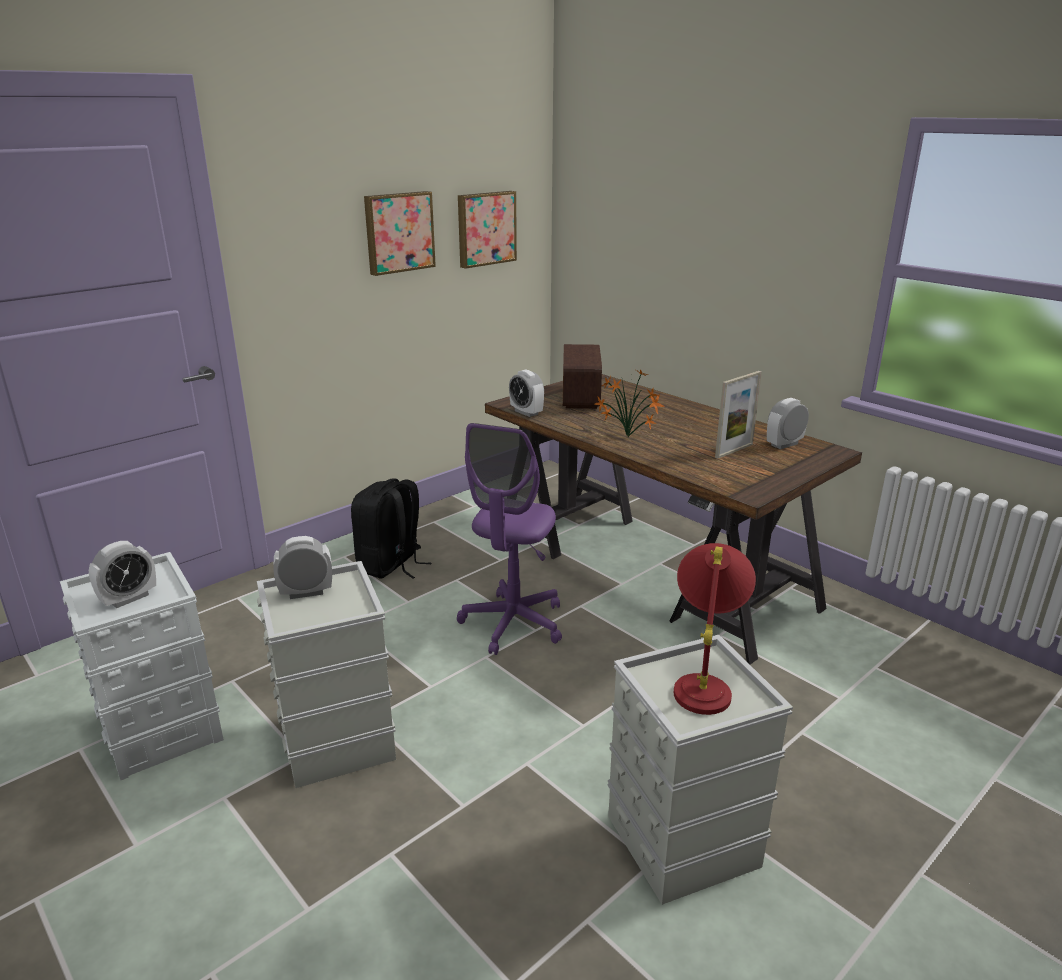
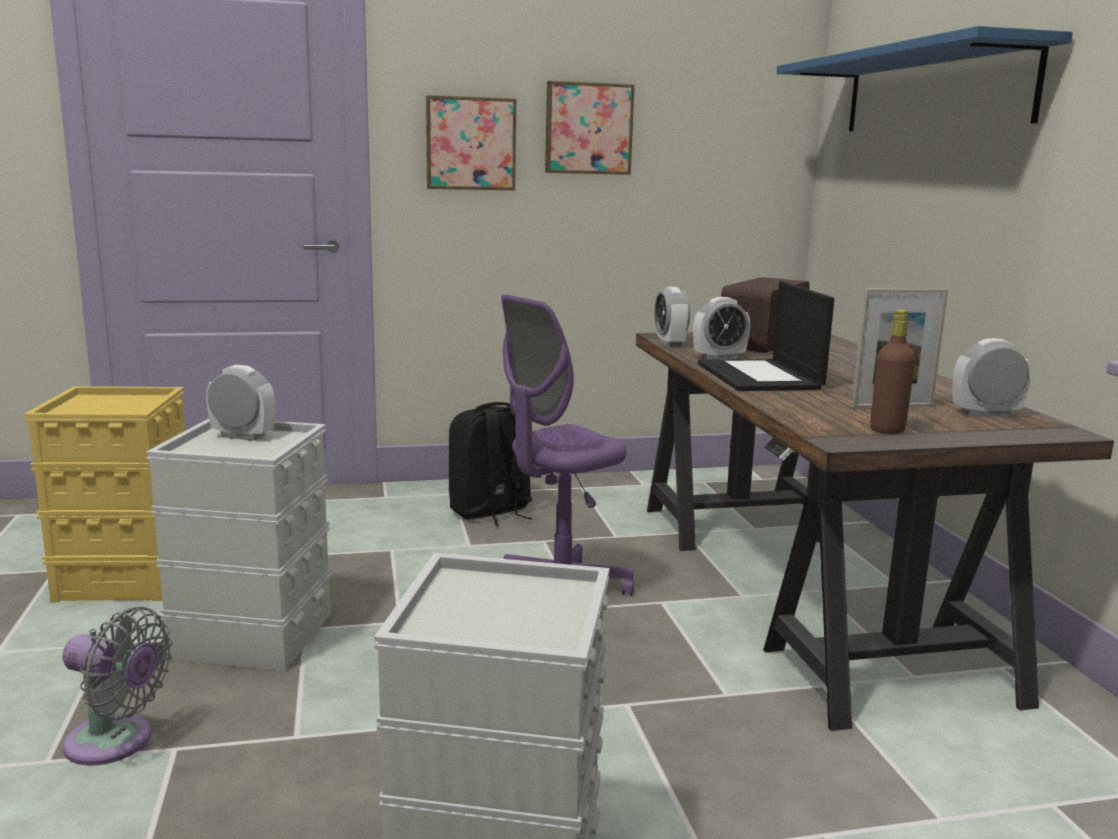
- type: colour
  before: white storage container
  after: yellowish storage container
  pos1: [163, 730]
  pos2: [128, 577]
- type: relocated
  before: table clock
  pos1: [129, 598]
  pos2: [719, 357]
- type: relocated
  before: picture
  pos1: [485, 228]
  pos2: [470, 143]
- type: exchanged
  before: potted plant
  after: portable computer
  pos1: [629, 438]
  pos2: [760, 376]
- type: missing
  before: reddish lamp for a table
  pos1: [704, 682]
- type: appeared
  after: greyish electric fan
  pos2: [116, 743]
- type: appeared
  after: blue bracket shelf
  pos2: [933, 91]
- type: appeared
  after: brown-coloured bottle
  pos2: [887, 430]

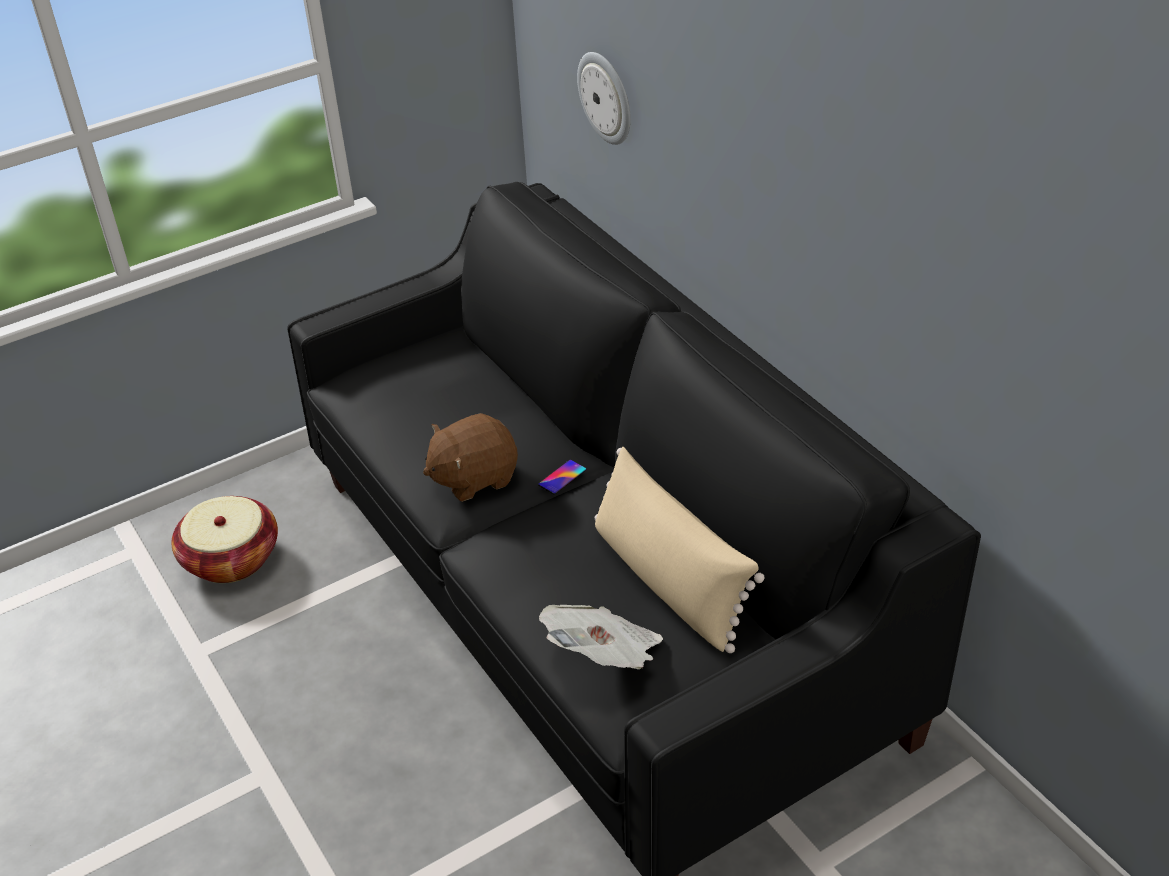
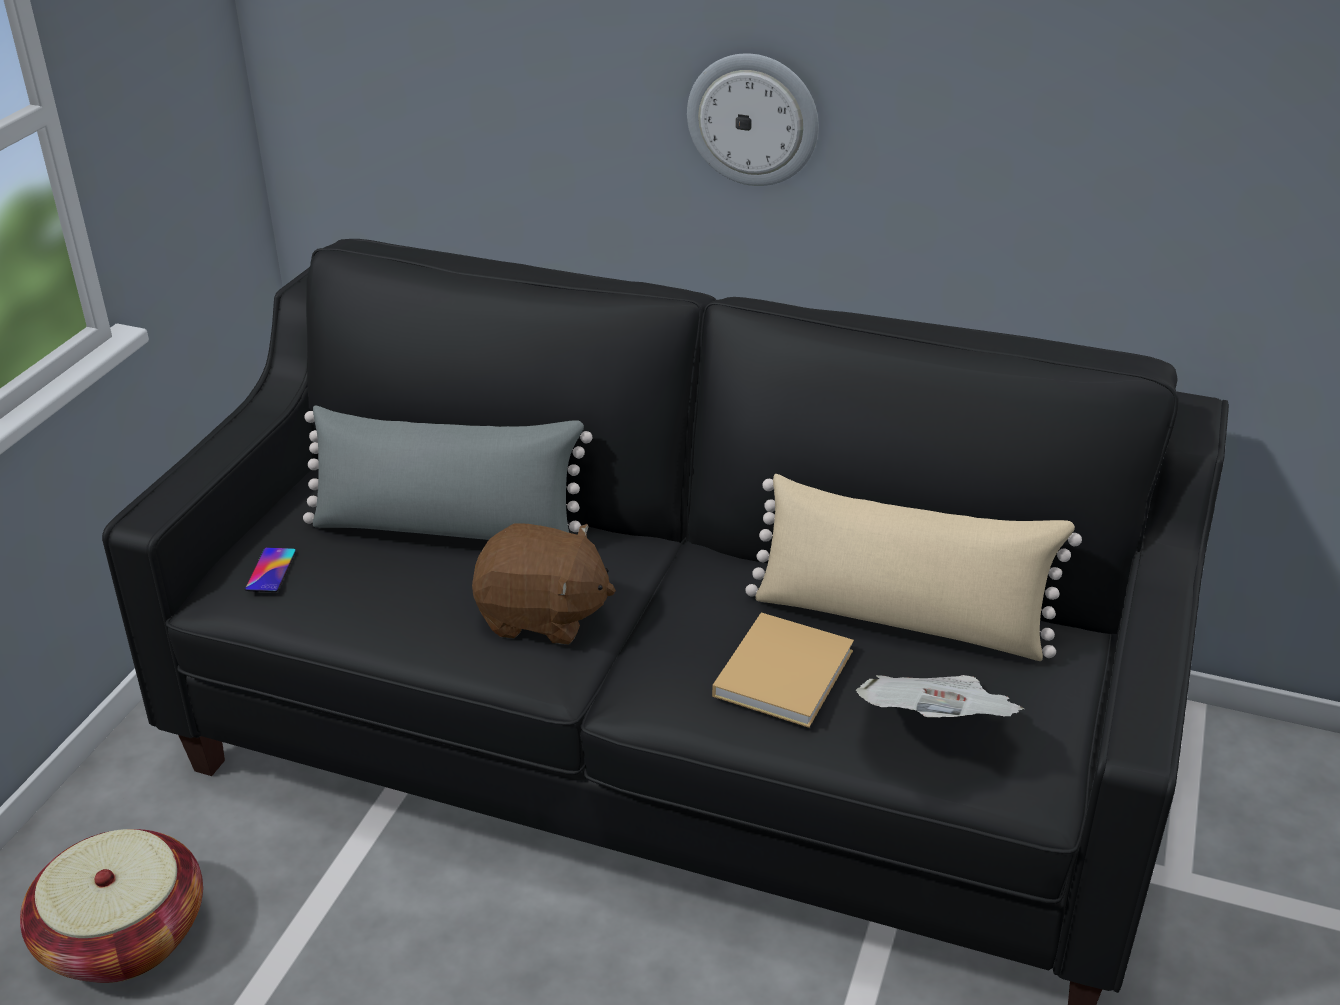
- type: spun
  before: brown-coloured soft toy
  pos1: [473, 477]
  pos2: [542, 616]
  turn: -105
- type: relocated
  before: phone
  pos1: [562, 477]
  pos2: [271, 570]
- type: relocated
  before: hanging clock
  pos1: [606, 97]
  pos2: [753, 119]
- type: appeared
  after: greyish throw pillow
  pos2: [447, 530]
- type: appeared
  after: beige volume
  pos2: [785, 670]

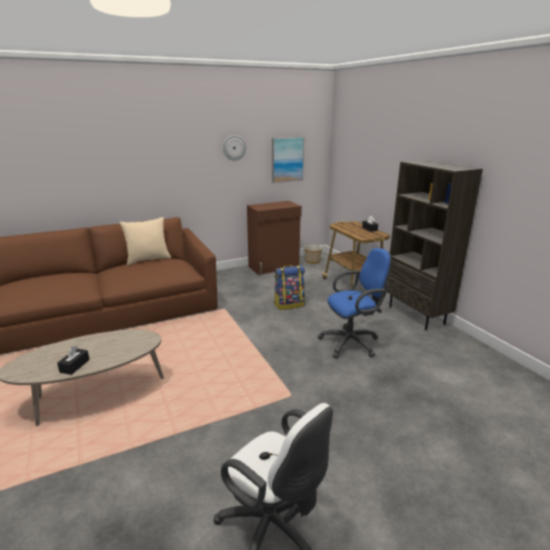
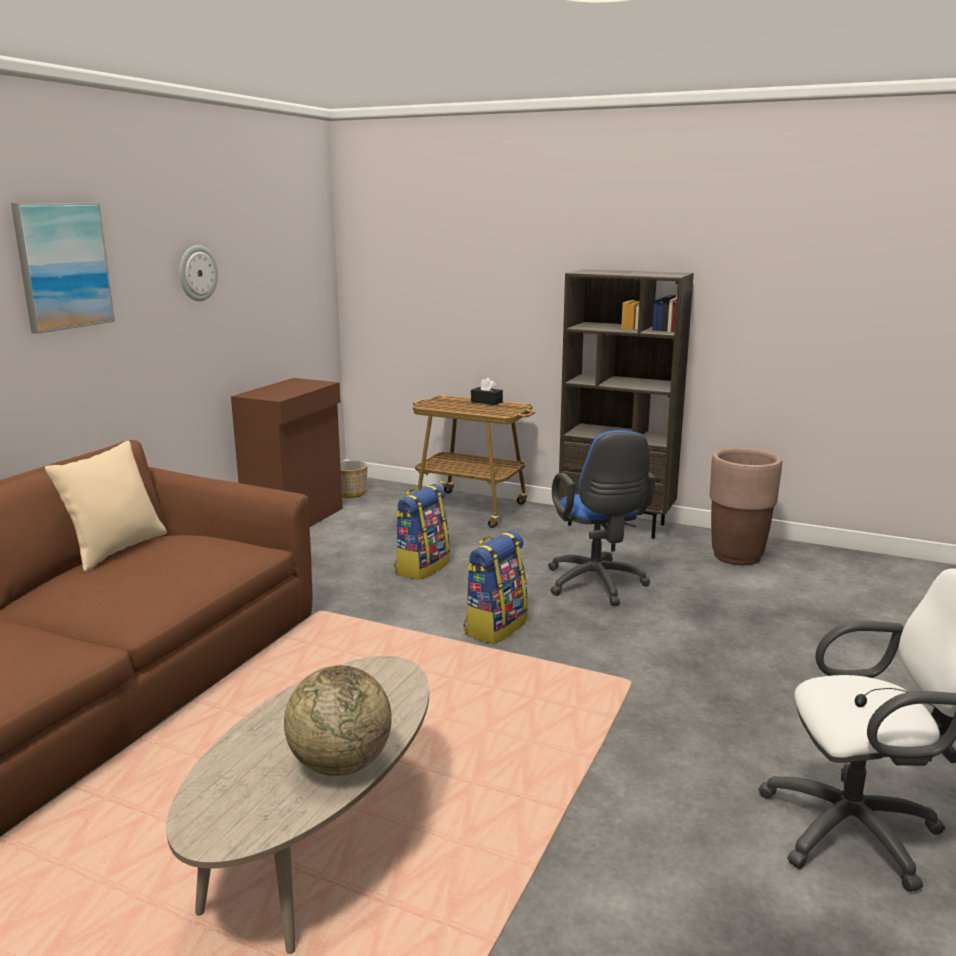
- type: exchanged
  before: black box of tissues
  after: desk globe
  pos1: [74, 366]
  pos2: [340, 764]
- type: relocated
  before: picture
  pos1: [287, 159]
  pos2: [63, 266]
- type: spun
  before: blue desk chair
  pos1: [352, 343]
  pos2: [597, 586]
  turn: 135
- type: appeared
  after: rucksack
  pos2: [495, 627]
- type: appeared
  after: brown-coloured plant pot
  pos2: [737, 556]

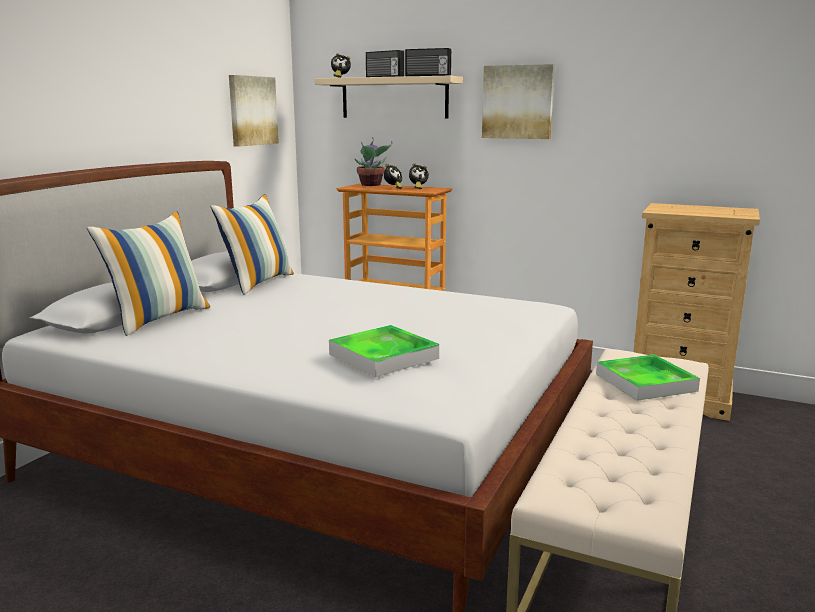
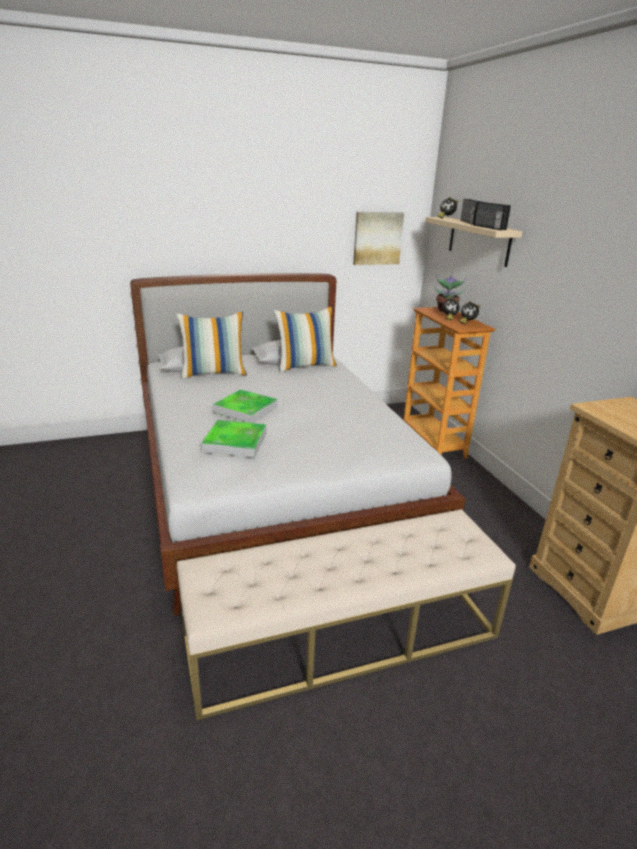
- type: missing
  before: picture
  pos1: [518, 102]
- type: relocated
  before: carrying tray
  pos1: [645, 382]
  pos2: [245, 409]

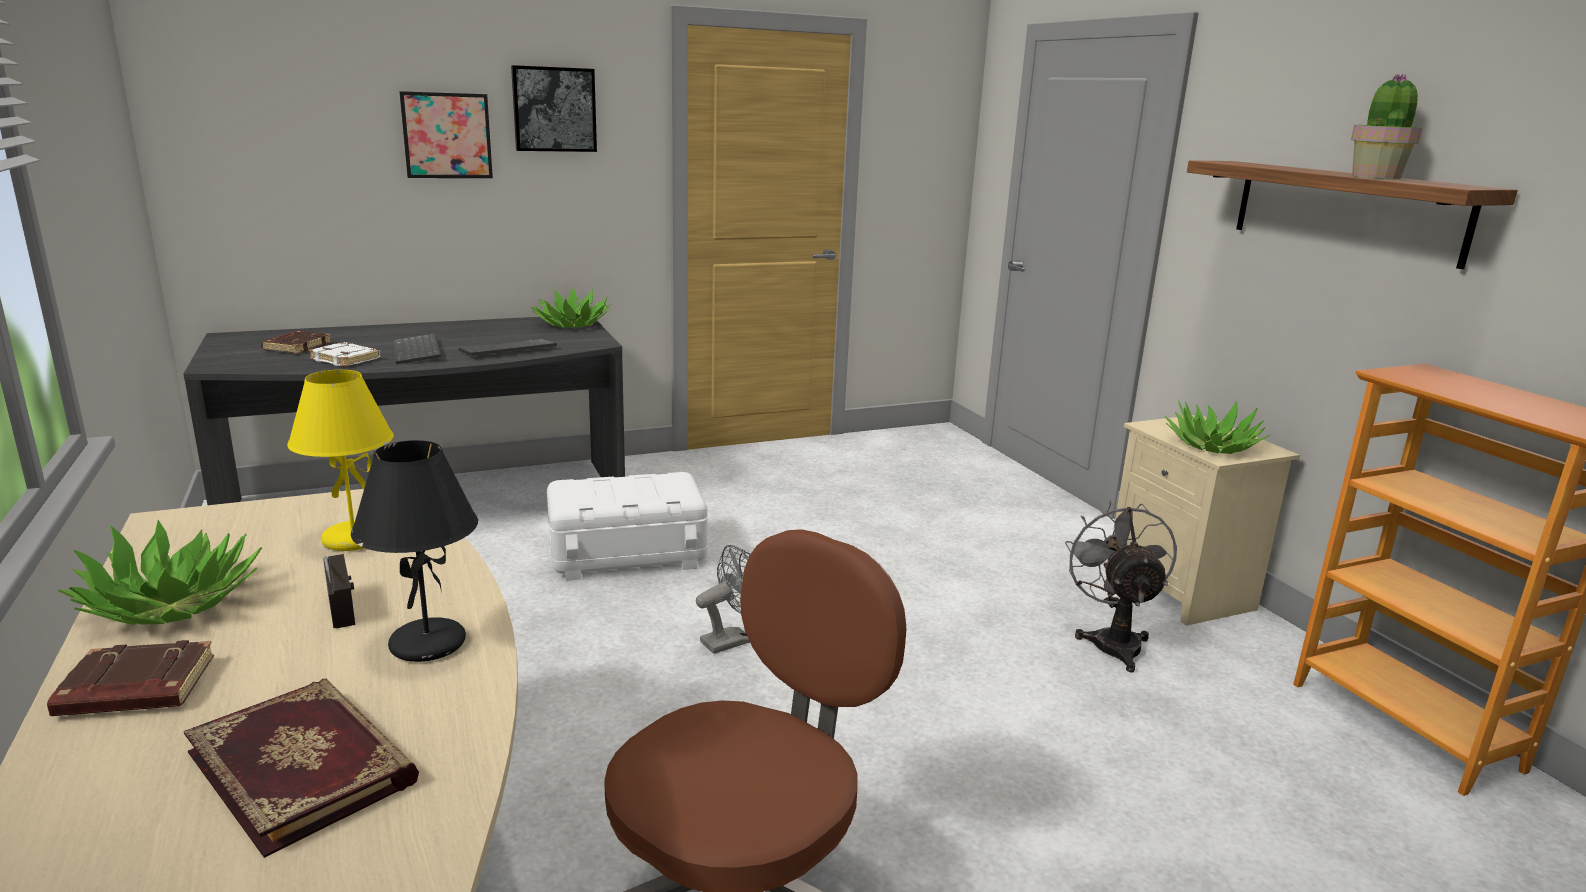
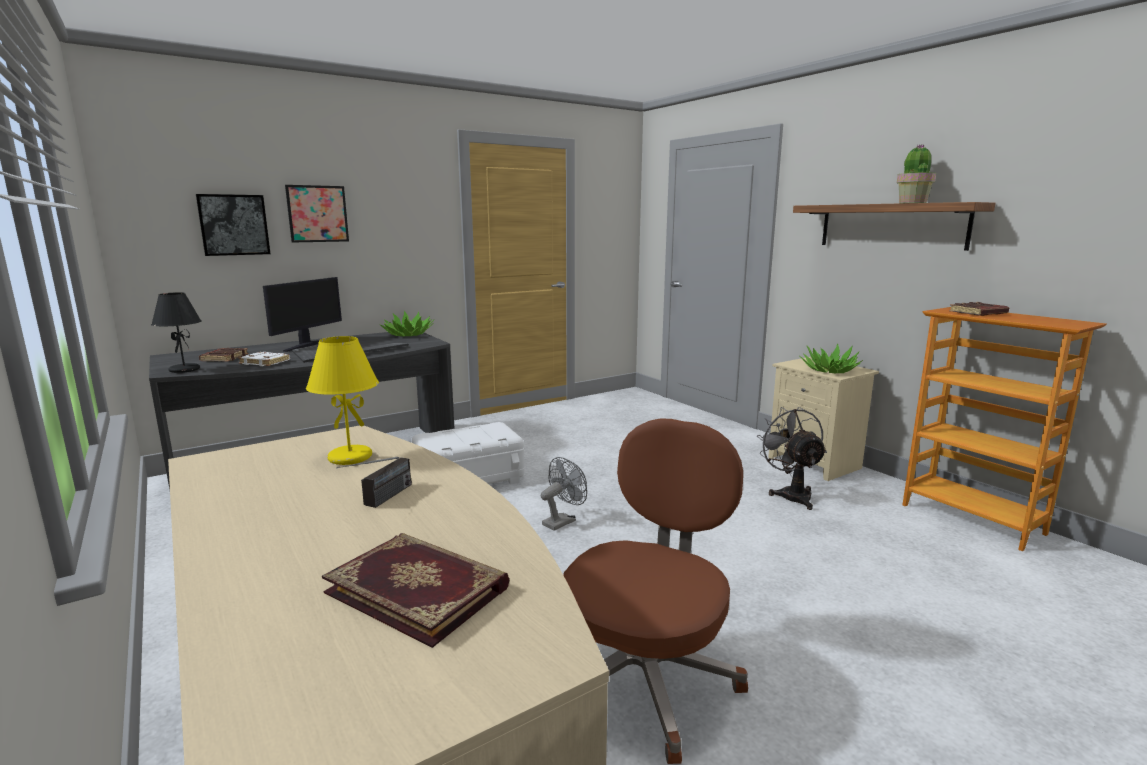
- type: relocated
  before: brown-coloured volume
  pos1: [134, 689]
  pos2: [978, 313]
- type: missing
  before: potted plant
  pos1: [171, 603]
- type: spun
  before: radio receiver
  pos1: [345, 618]
  pos2: [379, 501]
  turn: 60
- type: relocated
  before: black lamp for a table
  pos1: [427, 643]
  pos2: [184, 369]
- type: relocated
  before: picture
  pos1: [554, 109]
  pos2: [233, 225]
- type: appeared
  after: computer screen
  pos2: [307, 345]

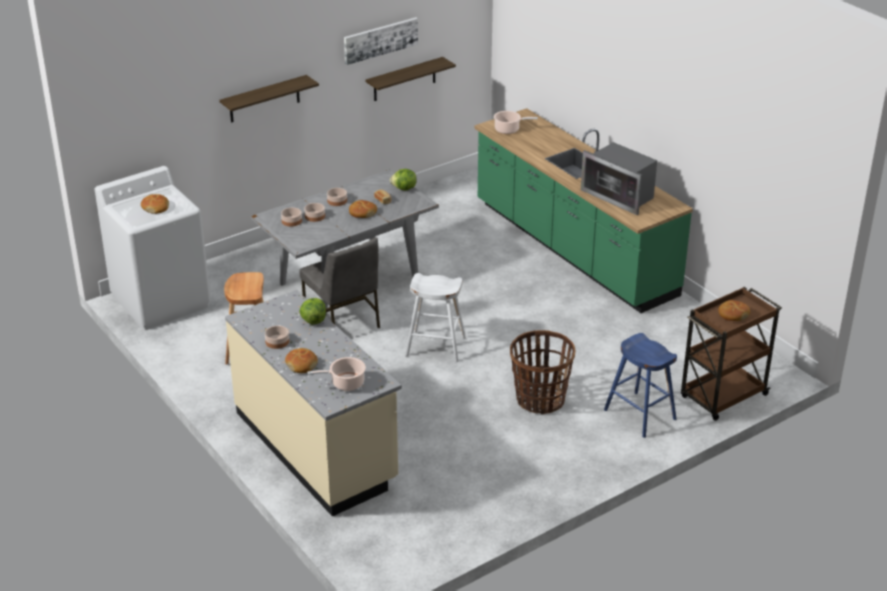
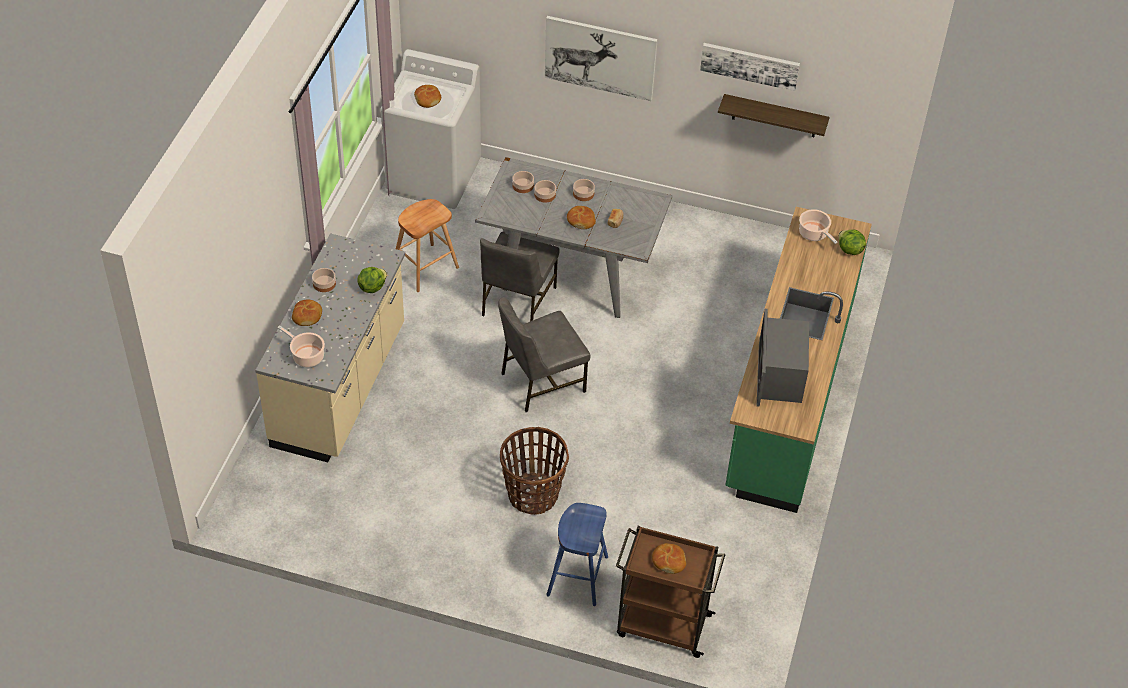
- type: exchanged
  before: bracket shelf
  after: picture
  pos1: [264, 99]
  pos2: [600, 57]
- type: relocated
  before: lettuce head
  pos1: [404, 189]
  pos2: [849, 250]
- type: exchanged
  before: white sitting stool
  after: greyish upright chair
  pos1: [436, 346]
  pos2: [541, 382]

